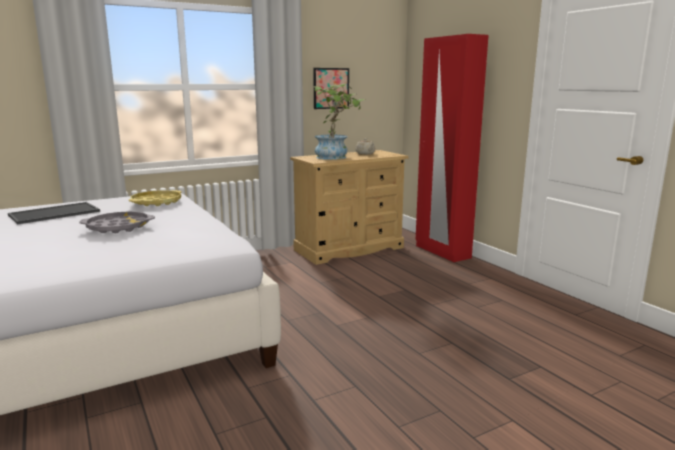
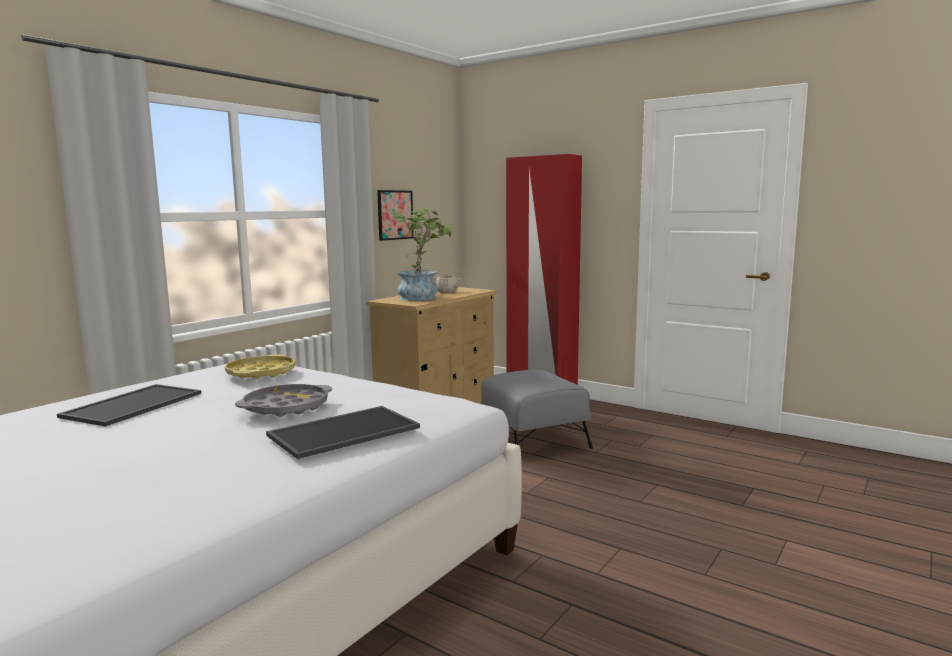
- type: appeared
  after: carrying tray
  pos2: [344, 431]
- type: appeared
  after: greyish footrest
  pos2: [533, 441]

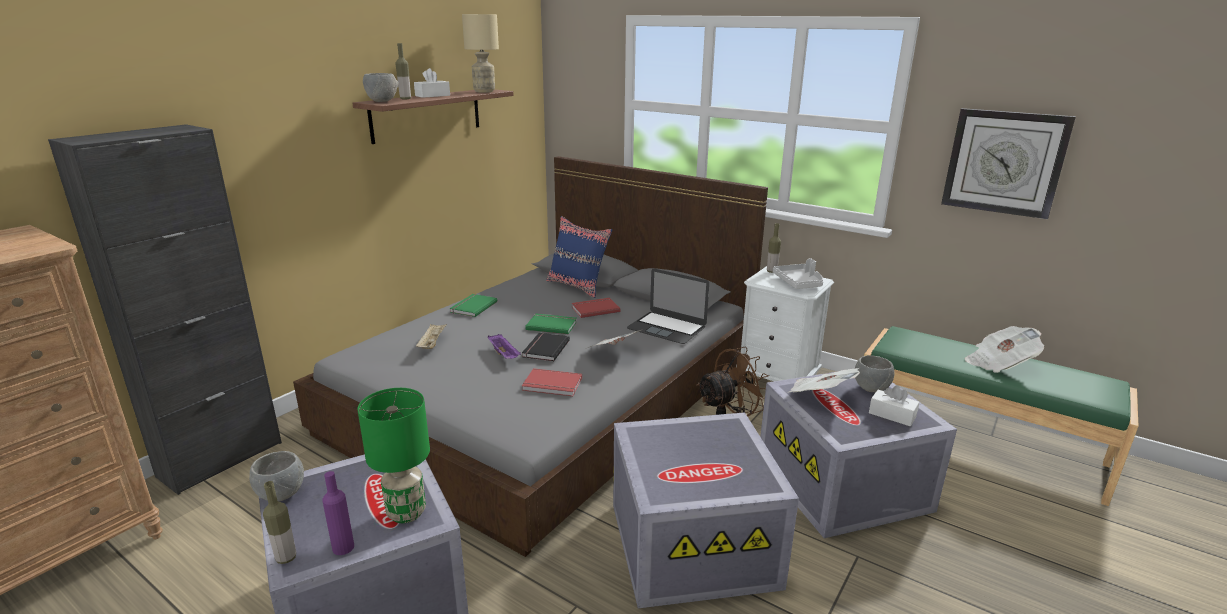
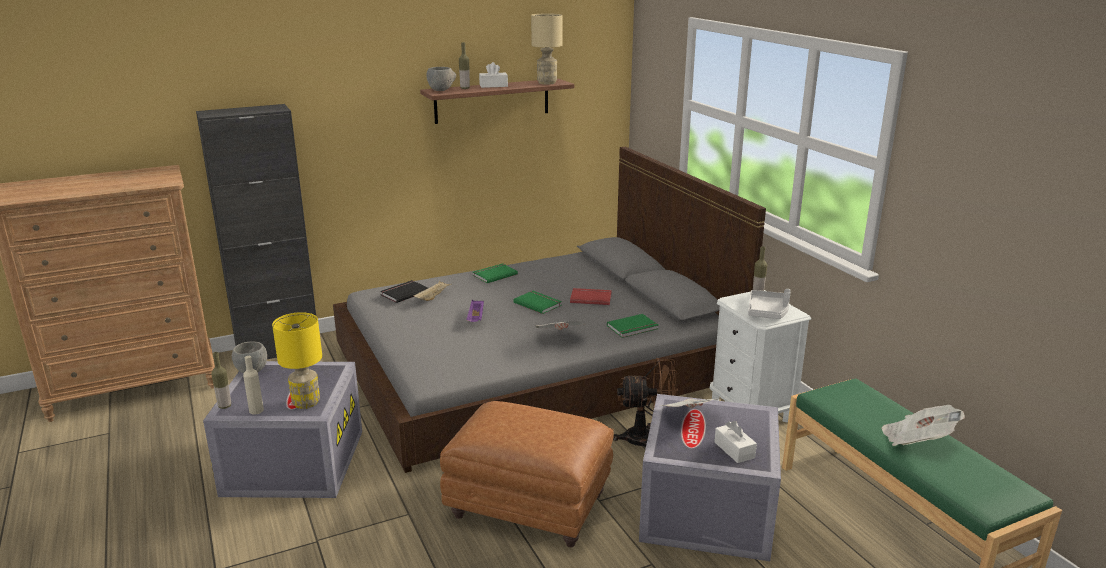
- type: colour
  before: purplish bottle
  after: beige bottle
  pos1: [343, 547]
  pos2: [256, 410]
- type: colour
  before: green lamp for a table
  after: yellowish lamp for a table
  pos1: [407, 513]
  pos2: [306, 403]
- type: relocated
  before: black volume
  pos1: [544, 348]
  pos2: [403, 293]
- type: missing
  before: reddish volume
  pos1: [552, 385]
- type: missing
  before: blue throw pillow
  pos1: [578, 286]
- type: exchanged
  before: greyish storage container
  after: brown-coloured footrest
  pos1: [694, 542]
  pos2: [530, 506]
- type: exchanged
  before: portable computer
  after: green volume
  pos1: [666, 327]
  pos2: [633, 328]
- type: missing
  before: greyish bowl
  pos1: [871, 389]
- type: missing
  before: hanging clock
  pos1: [1004, 162]

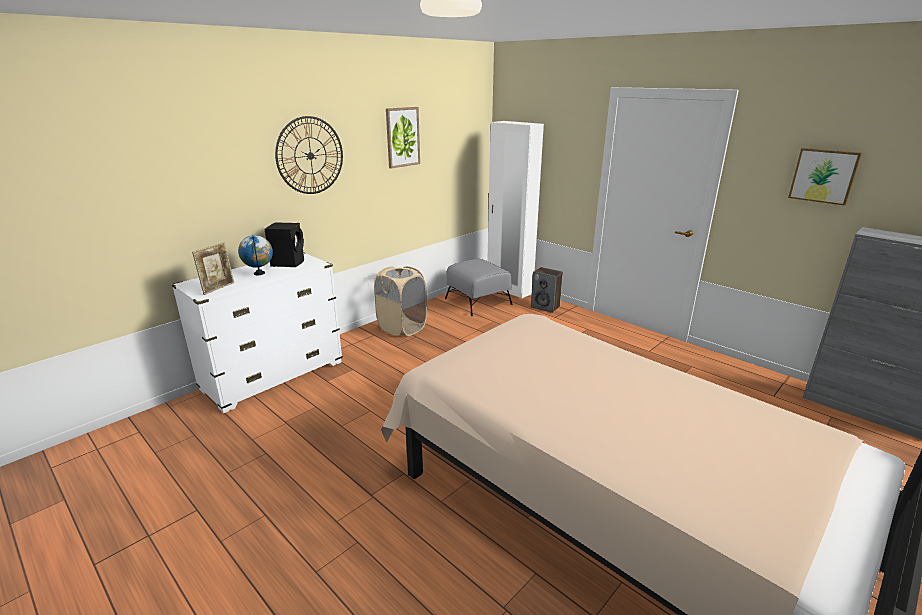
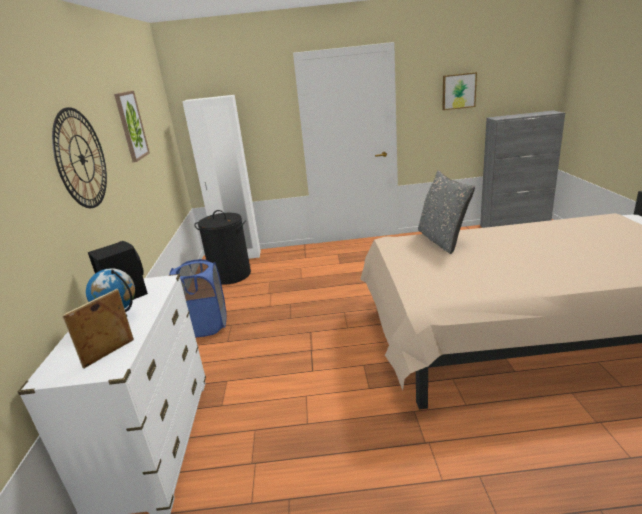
- type: spun
  before: picture frame
  pos1: [218, 288]
  pos2: [110, 355]
  turn: -120
- type: colour
  before: beige hamper
  after: blue hamper
  pos1: [402, 328]
  pos2: [206, 326]
- type: exchanged
  before: greyish footrest
  after: black hamper
  pos1: [478, 301]
  pos2: [230, 275]
- type: missing
  before: speaker
  pos1: [545, 307]
- type: appeared
  after: greyish throw pillow
  pos2: [442, 240]

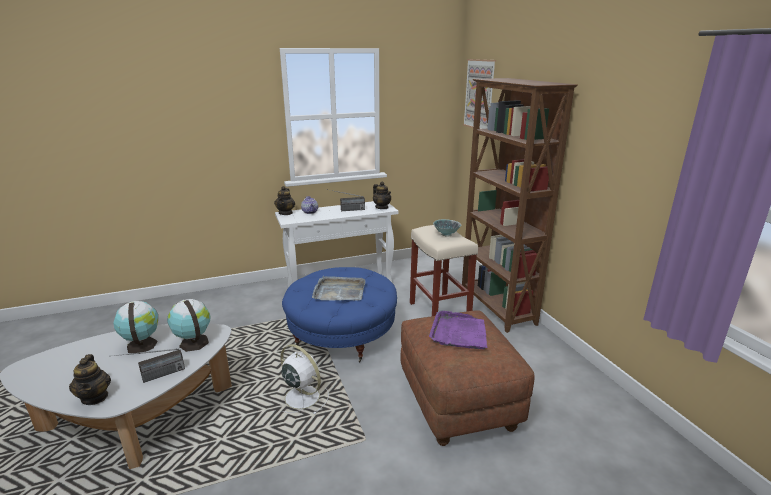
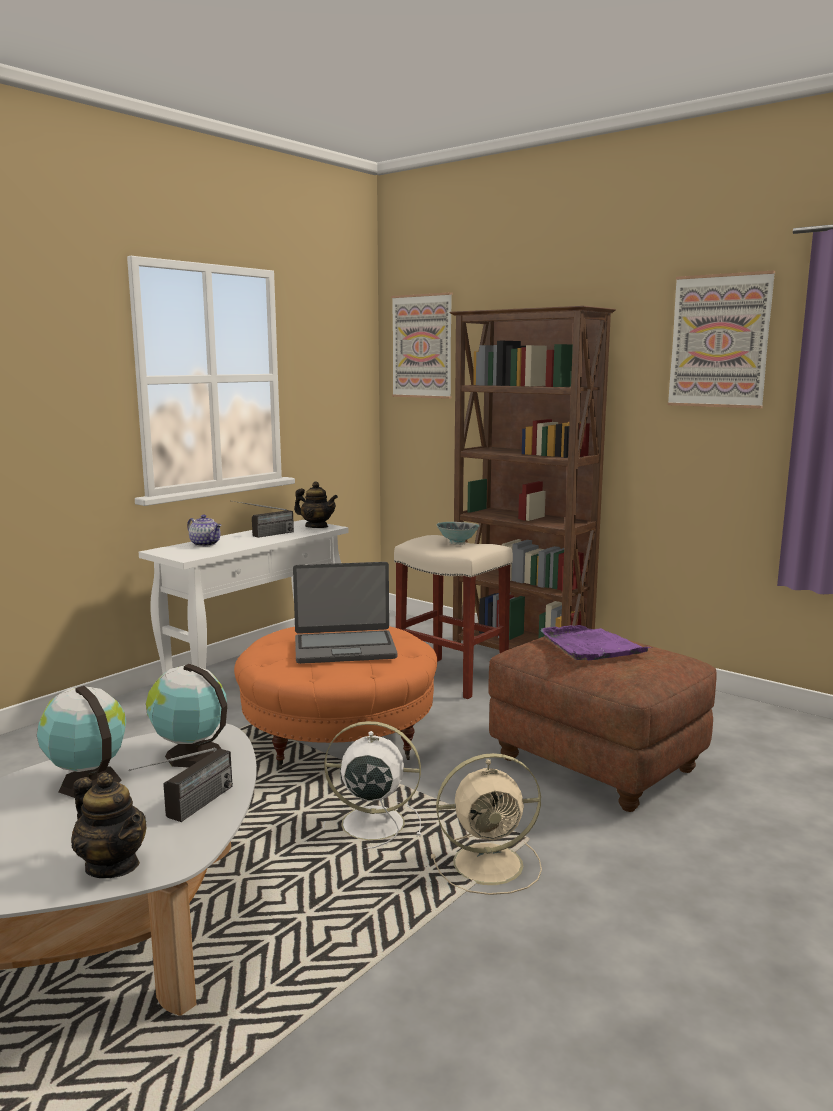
- type: missing
  before: tea pot
  pos1: [285, 213]
- type: colour
  before: blue footrest
  after: orange-coloured footrest
  pos1: [342, 335]
  pos2: [339, 736]
- type: exchanged
  before: greyish carrying tray
  after: portable computer
  pos1: [339, 291]
  pos2: [344, 648]
- type: appeared
  after: beige electric fan
  pos2: [491, 864]
- type: appeared
  after: picture
  pos2: [719, 341]

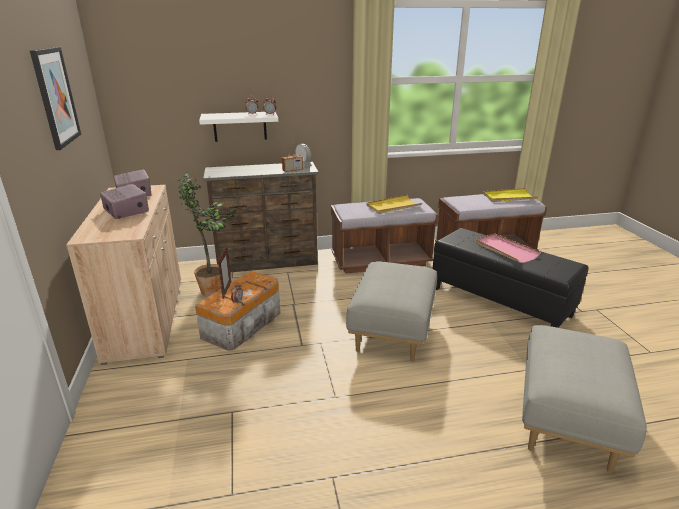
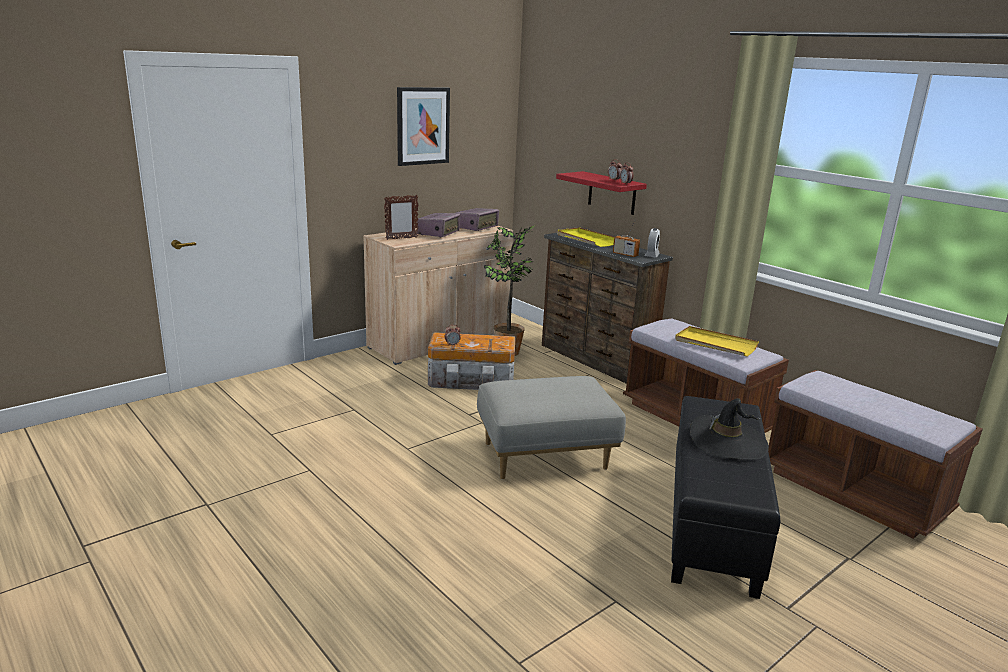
- type: colour
  before: white bracket shelf
  after: reddish bracket shelf
  pos1: [240, 126]
  pos2: [612, 193]
- type: relocated
  before: picture frame
  pos1: [226, 290]
  pos2: [401, 238]
- type: exchanged
  before: pink carrying tray
  after: black wearable hat
  pos1: [505, 250]
  pos2: [727, 442]
- type: relocated
  before: yellowish carrying tray
  pos1: [509, 197]
  pos2: [586, 239]
- type: missing
  before: greyish footrest
  pos1: [568, 421]

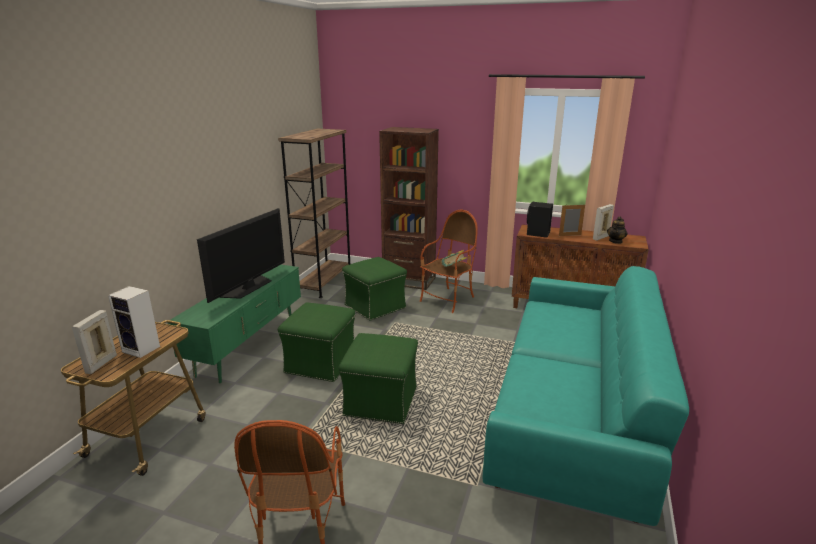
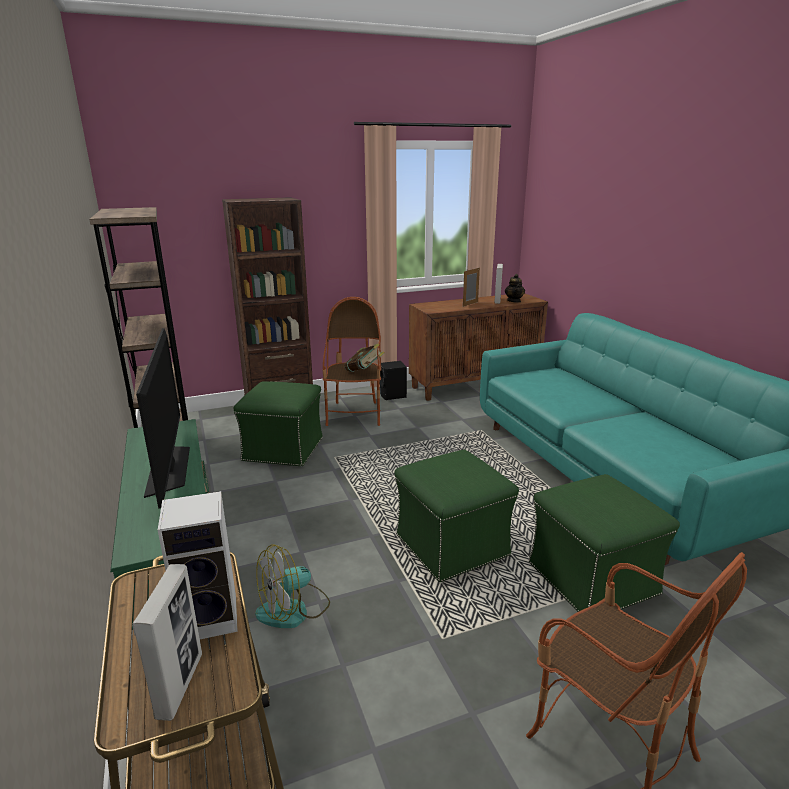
- type: spun
  before: picture frame
  pos1: [101, 364]
  pos2: [180, 685]
  turn: -150
- type: relocated
  before: green footrest
  pos1: [320, 364]
  pos2: [593, 579]
- type: relocated
  before: black speaker
  pos1: [537, 234]
  pos2: [393, 396]
- type: appeared
  after: electric fan
  pos2: [293, 610]

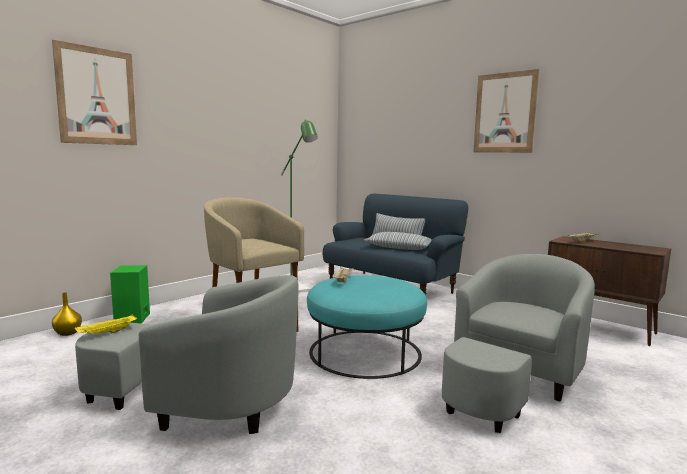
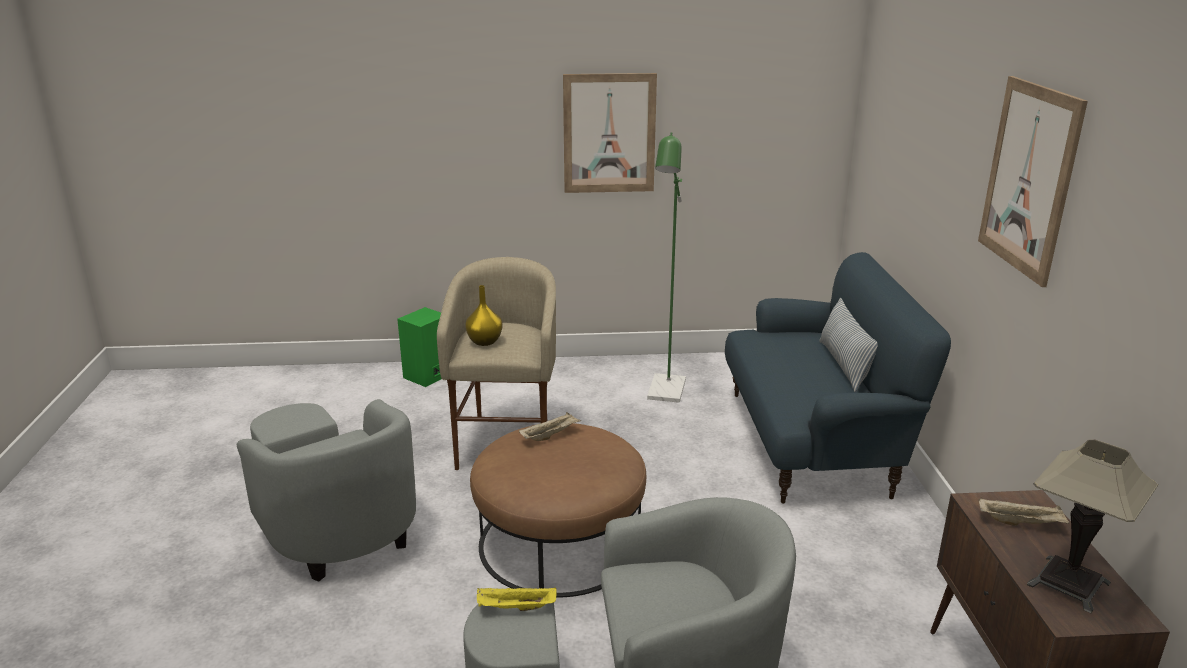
- type: relocated
  before: picture
  pos1: [97, 96]
  pos2: [609, 133]
- type: relocated
  before: yellowish vase
  pos1: [68, 333]
  pos2: [485, 341]
- type: relocated
  before: yellowish carrying tray
  pos1: [107, 333]
  pos2: [515, 608]
- type: colour
  before: blue-green footrest
  after: brown-coloured footrest
  pos1: [365, 352]
  pos2: [560, 542]
- type: missing
  before: throw pillow
  pos1: [399, 248]
- type: appeared
  after: lamp for a table
  pos2: [1068, 583]

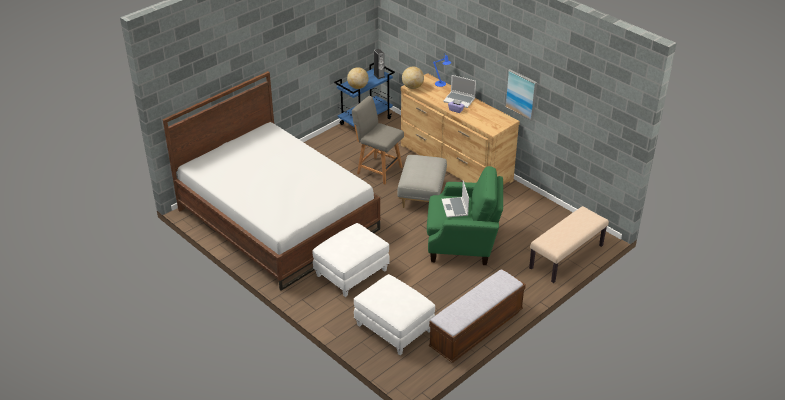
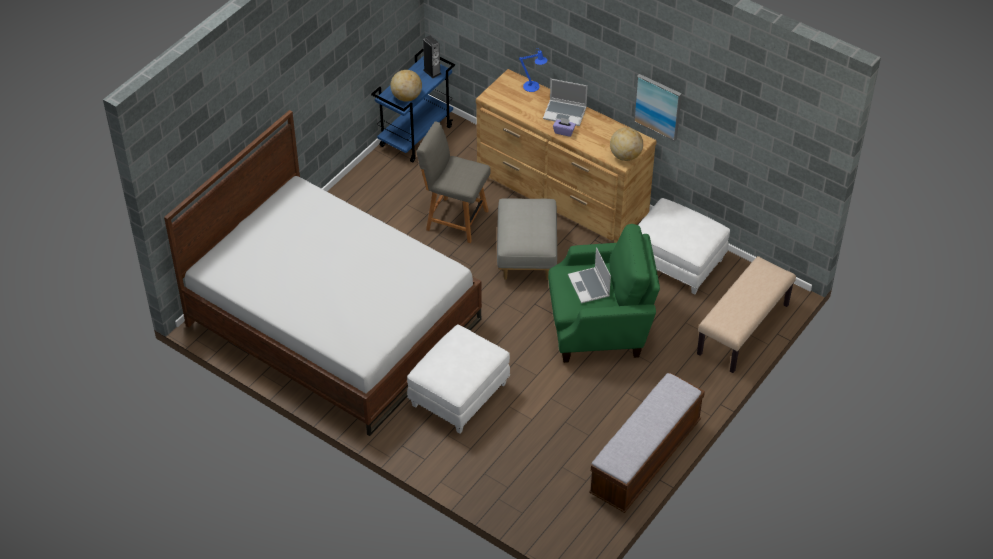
- type: relocated
  before: white footrest
  pos1: [395, 328]
  pos2: [678, 262]
- type: relocated
  before: desk globe
  pos1: [412, 87]
  pos2: [625, 156]

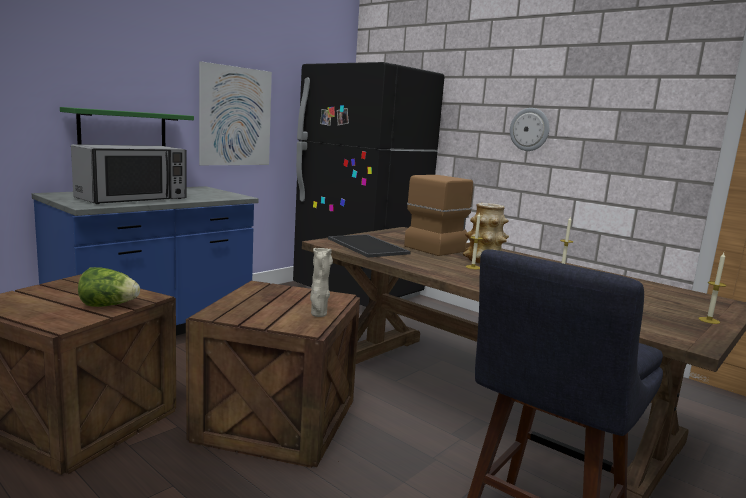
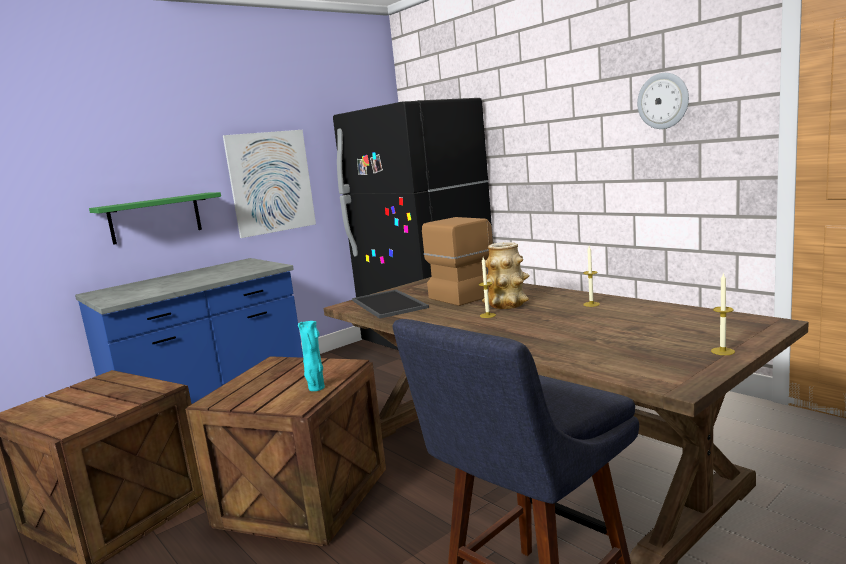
- type: missing
  before: kitchen microwave
  pos1: [133, 199]
- type: missing
  before: lettuce head
  pos1: [108, 306]
- type: colour
  before: beige vase
  after: blue-green vase
  pos1: [318, 315]
  pos2: [316, 389]
- type: relocated
  before: hanging clock
  pos1: [529, 129]
  pos2: [663, 101]

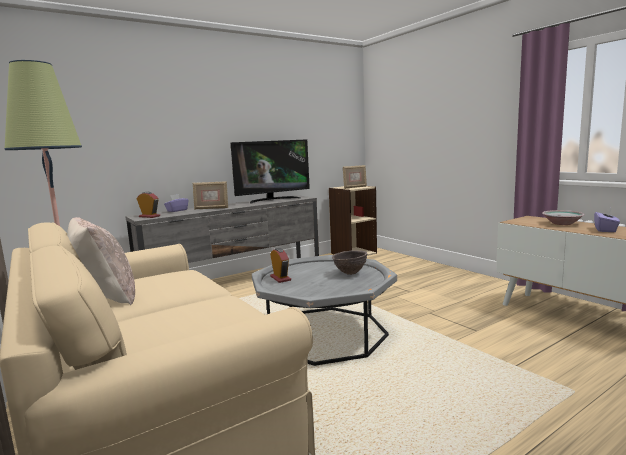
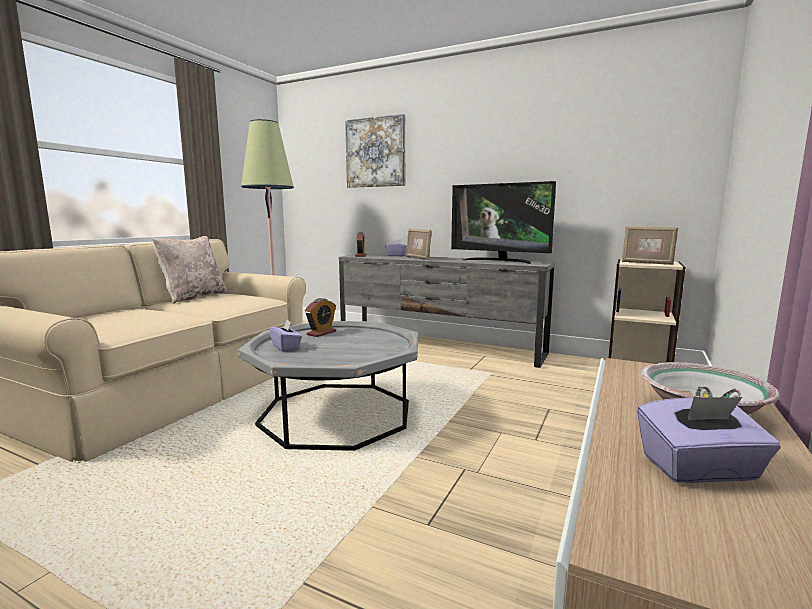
- type: missing
  before: brown-coloured bowl
  pos1: [350, 273]
- type: appeared
  after: purplish box of tissues
  pos2: [286, 347]
- type: appeared
  after: picture
  pos2: [375, 152]

